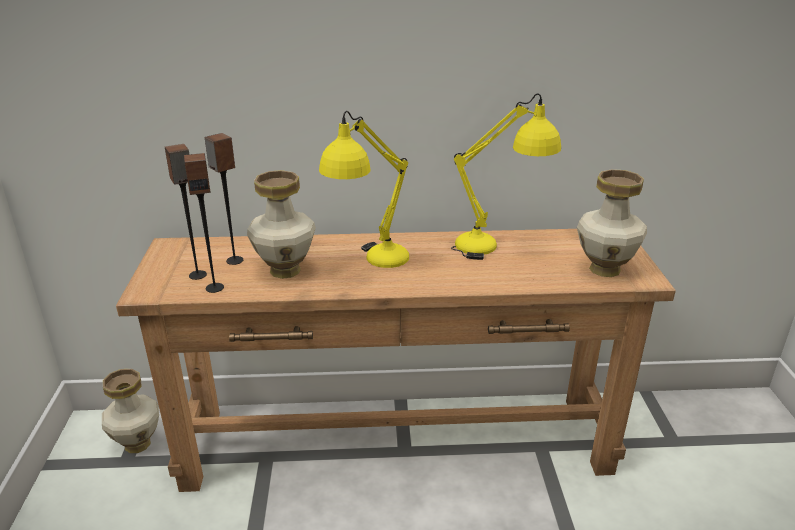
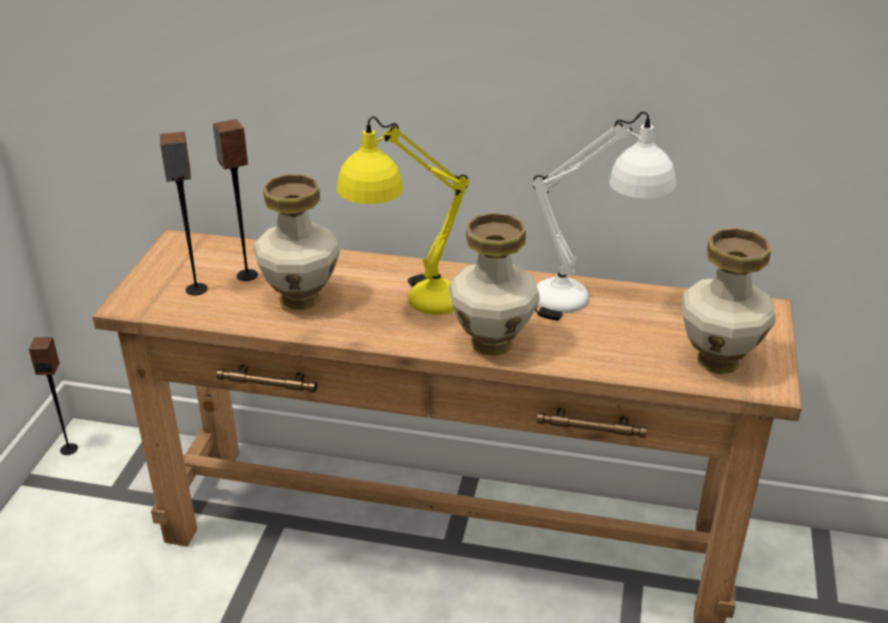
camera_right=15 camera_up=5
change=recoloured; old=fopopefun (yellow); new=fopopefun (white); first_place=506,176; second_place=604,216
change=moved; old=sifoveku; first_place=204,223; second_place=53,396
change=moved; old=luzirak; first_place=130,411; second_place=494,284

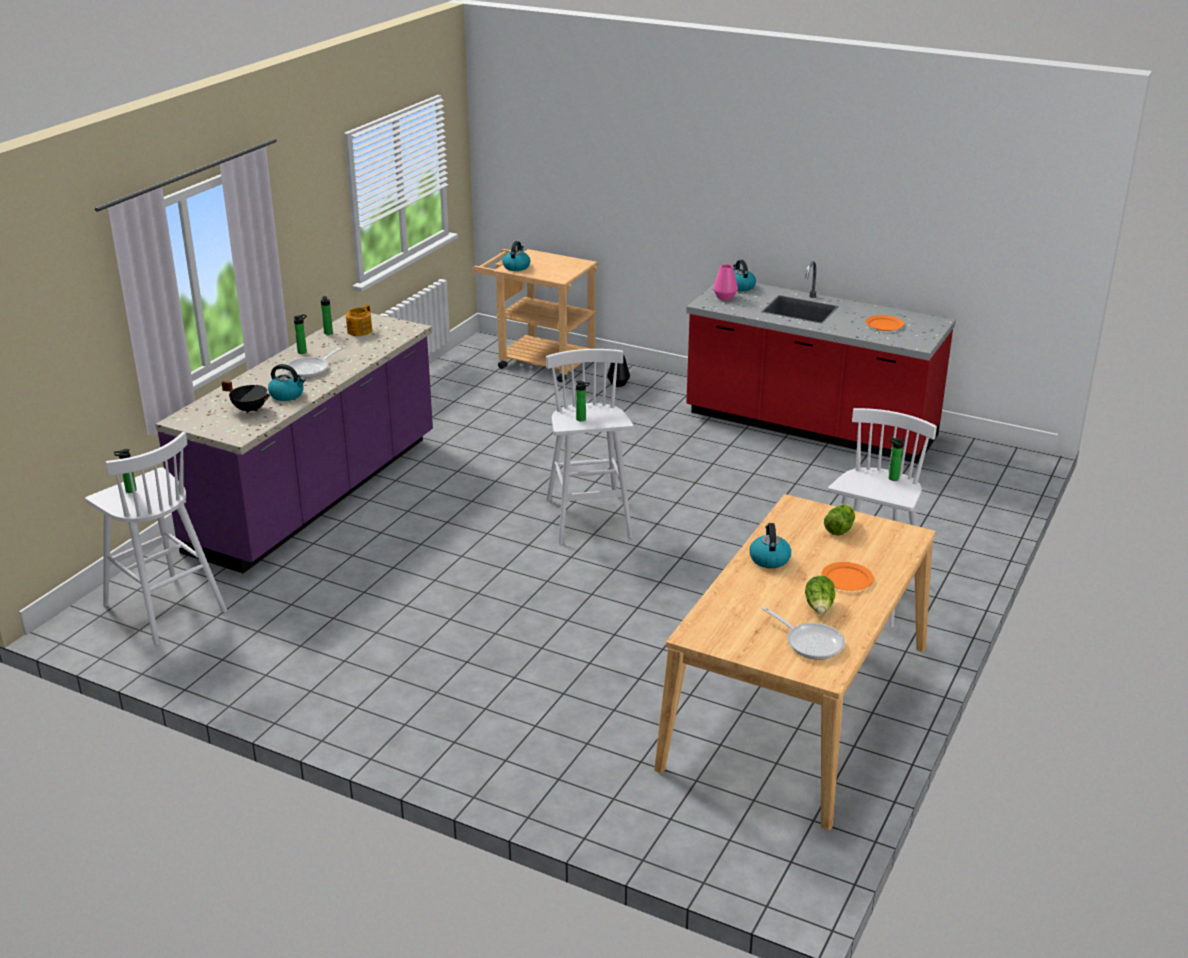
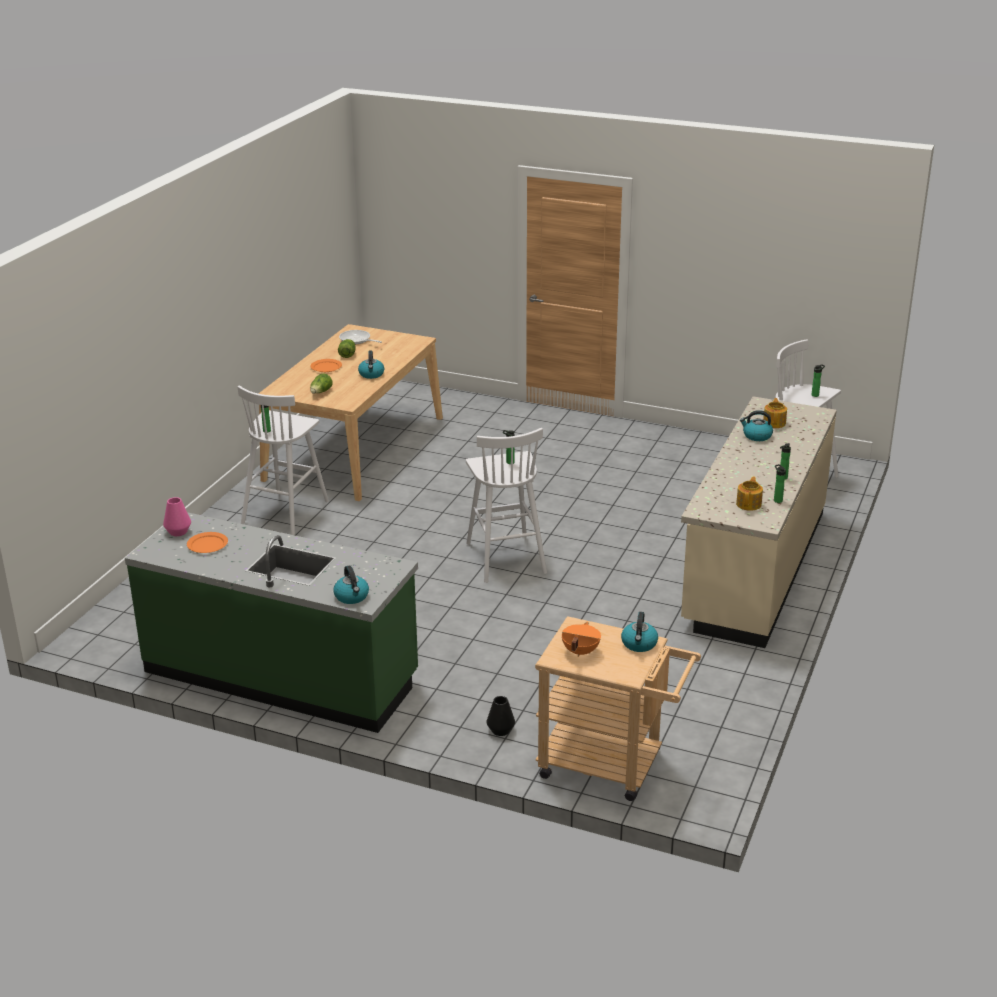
camera_right=175 camera_up=0
change=recoloured; old=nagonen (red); new=nagonen (green); first_place=821,362; second_place=271,622
change=moved; old=luzirak (pink); first_place=725,282; second_place=177,516
change=recoloured; old=nagonen (purple); new=nagonen (beige); first_place=294,443; second_place=759,522
change=removed; old=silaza; first_place=316,362
change=replaced; old=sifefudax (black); new=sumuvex; first_place=245,397; second_place=775,413
change=added; new=sifefudax (orange); second_place=581,639

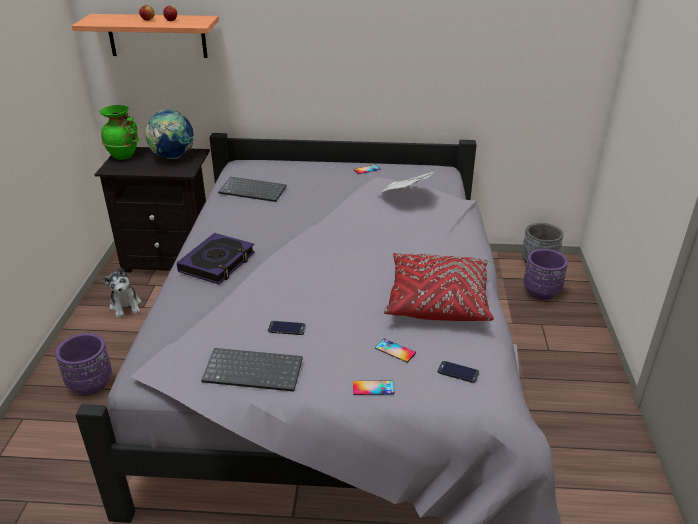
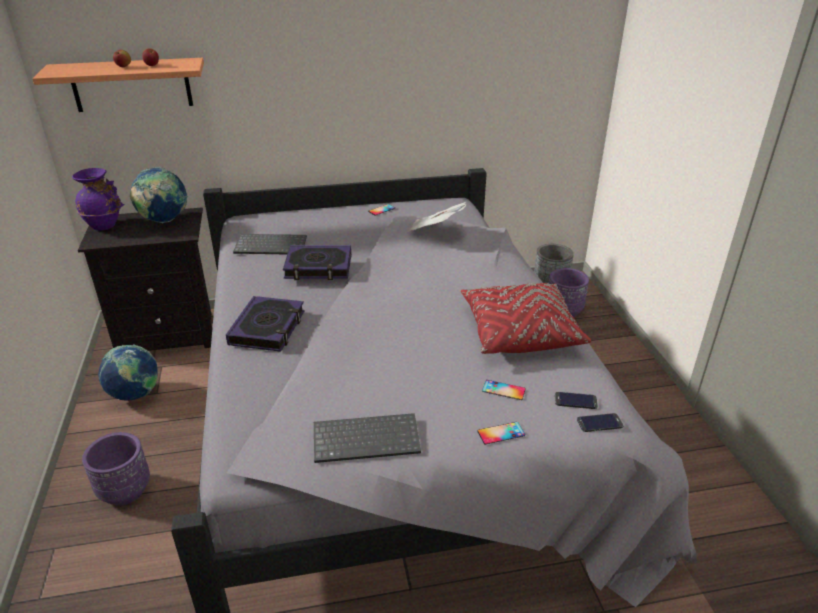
camera_right=-15 camera_up=0
change=recoloured; old=luzirak (green); new=luzirak (purple); first_place=120,132; second_place=98,199
change=replaced; old=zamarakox; new=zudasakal; first_place=121,292; second_place=127,372
change=moved; old=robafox; first_place=287,328; second_place=600,422
change=added; new=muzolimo; second_place=317,262

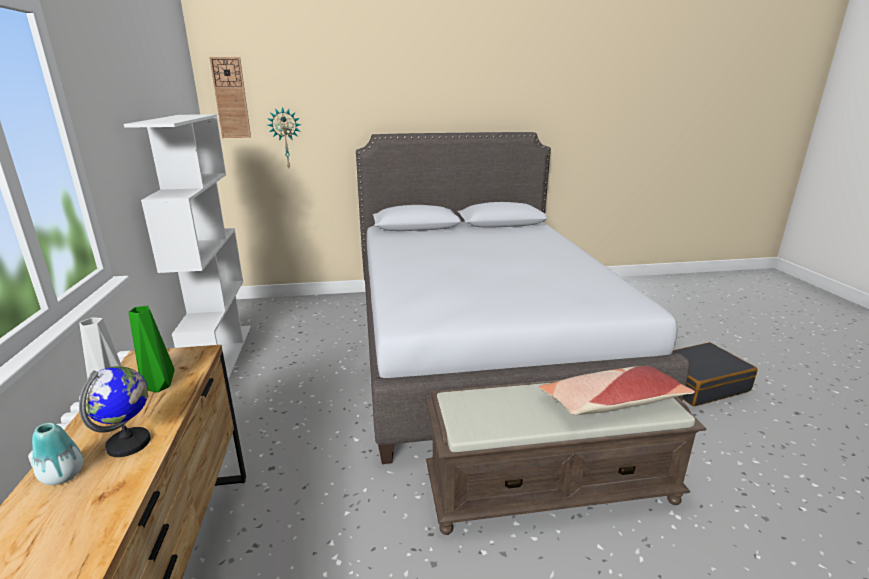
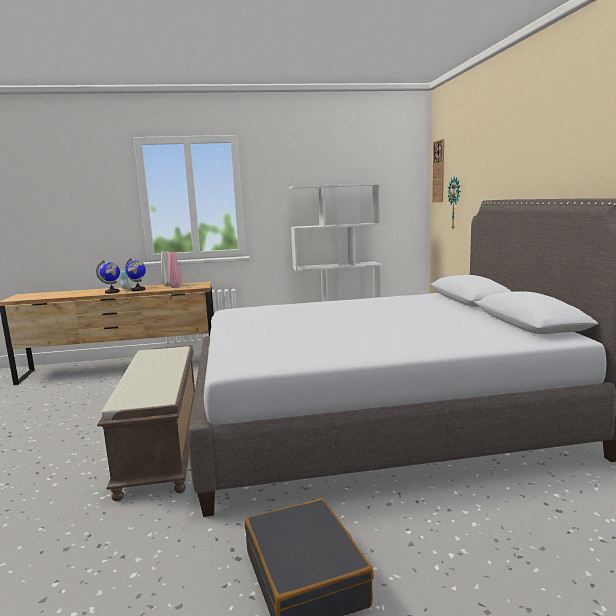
camera_right=90 camera_up=-10
change=recoloured; old=luzirak (green); new=luzirak (pink); first_place=152,349; second_place=175,270
change=removed; old=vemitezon; first_place=617,390
change=added; new=zudasakal; second_place=108,277

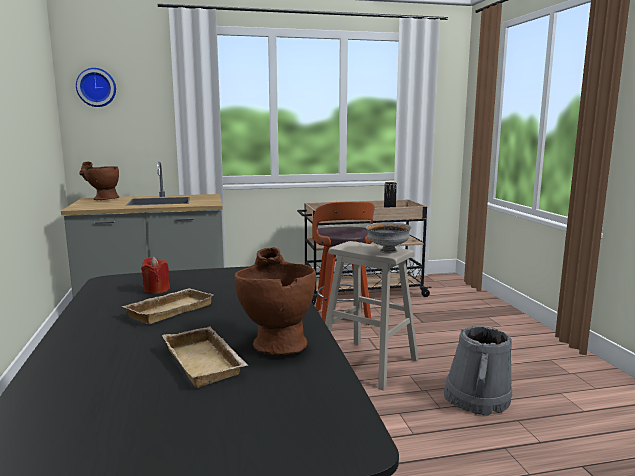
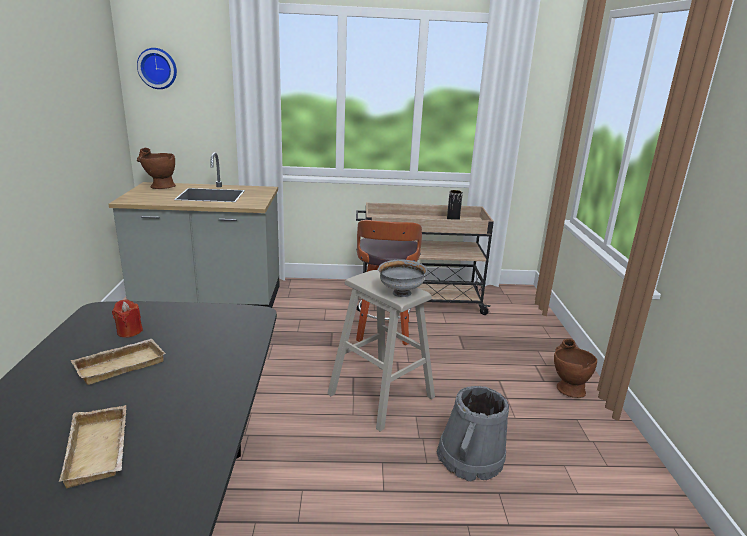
camera_right=10 camera_up=10
change=moved; old=luzirak (brown); first_place=275,301; second_place=575,368

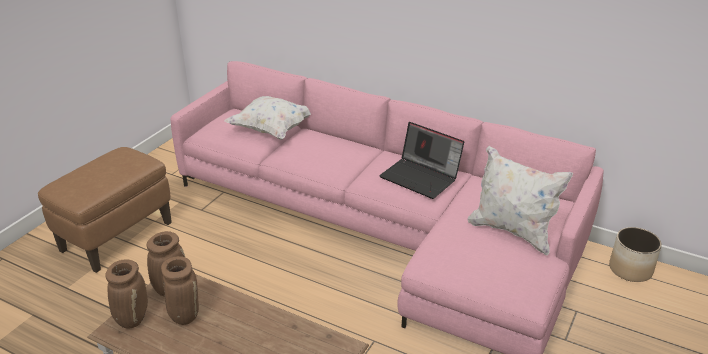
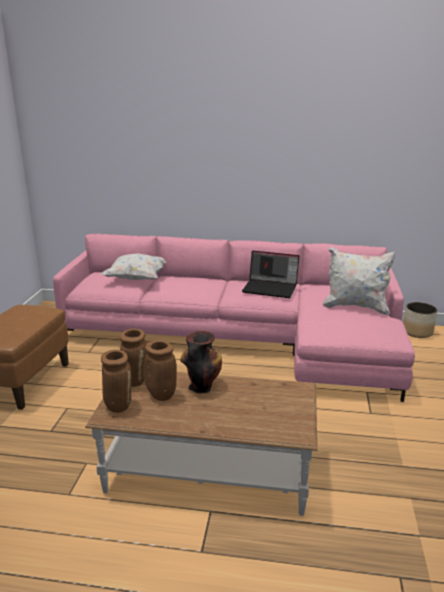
camera_right=-20 camera_up=-10
change=added; new=luzirak; second_place=201,362

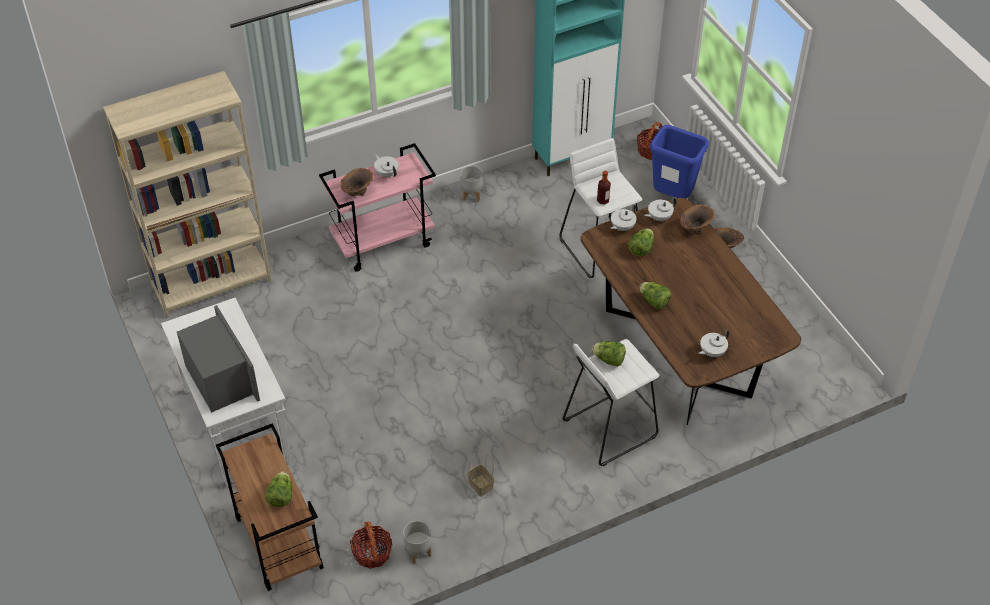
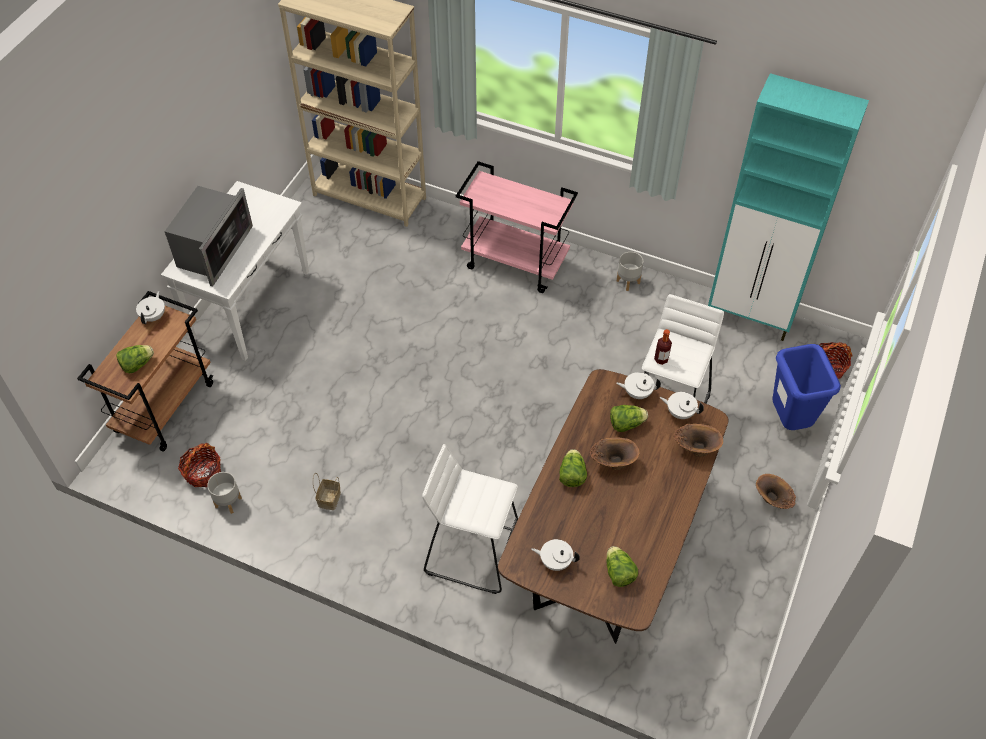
camera_right=50 camera_up=5
change=moved; old=sumuvex (white); first_place=386,165; second_place=150,307
change=moved; old=luzirak (brown); first_place=356,182; second_place=614,453
change=moved; old=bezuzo; first_place=609,354; second_place=622,566

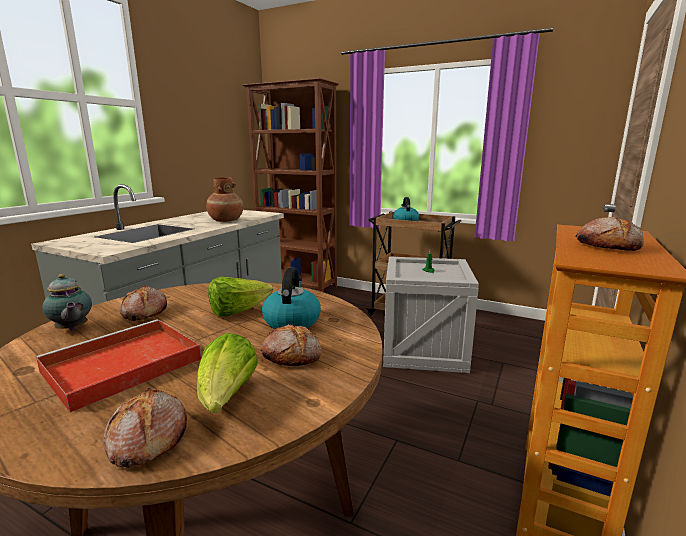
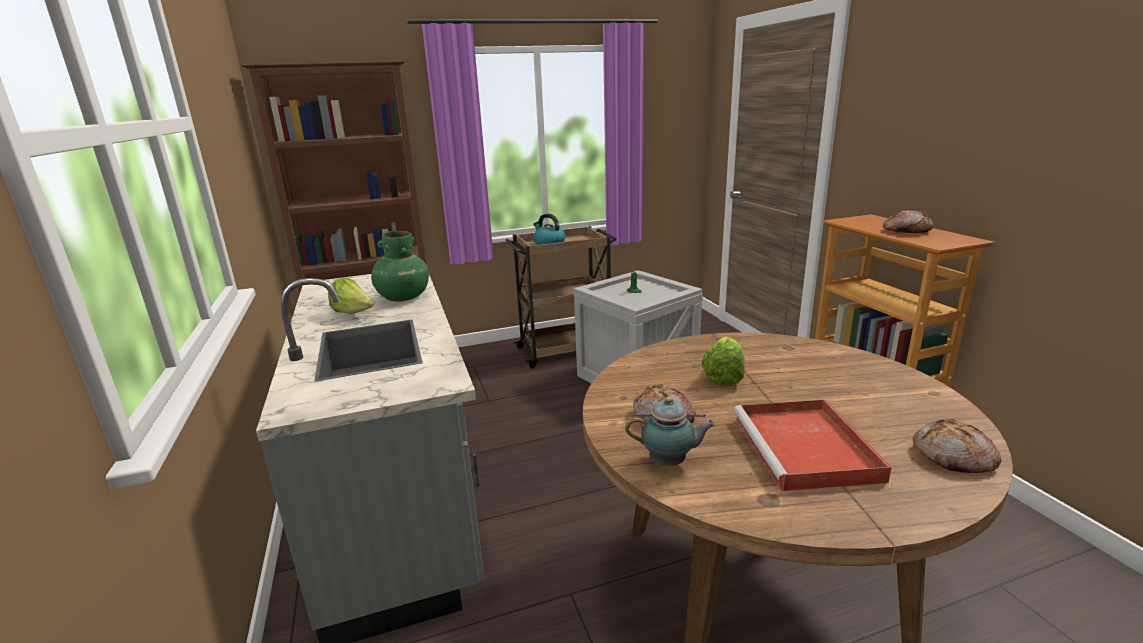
camera_right=-45 camera_up=5
change=recoloured; old=luzirak (brown); new=luzirak (green); first_place=224,199; second_place=400,266
change=removed; old=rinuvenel; first_place=291,298
change=removed; old=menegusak; first_place=290,345
change=moved; old=bezuzo; first_place=227,373; second_place=351,296

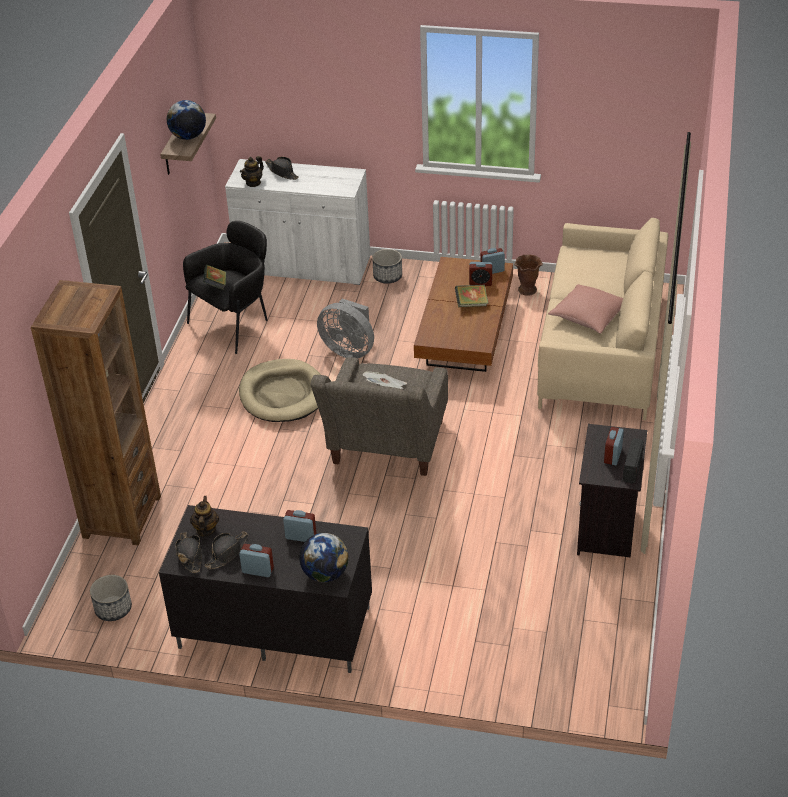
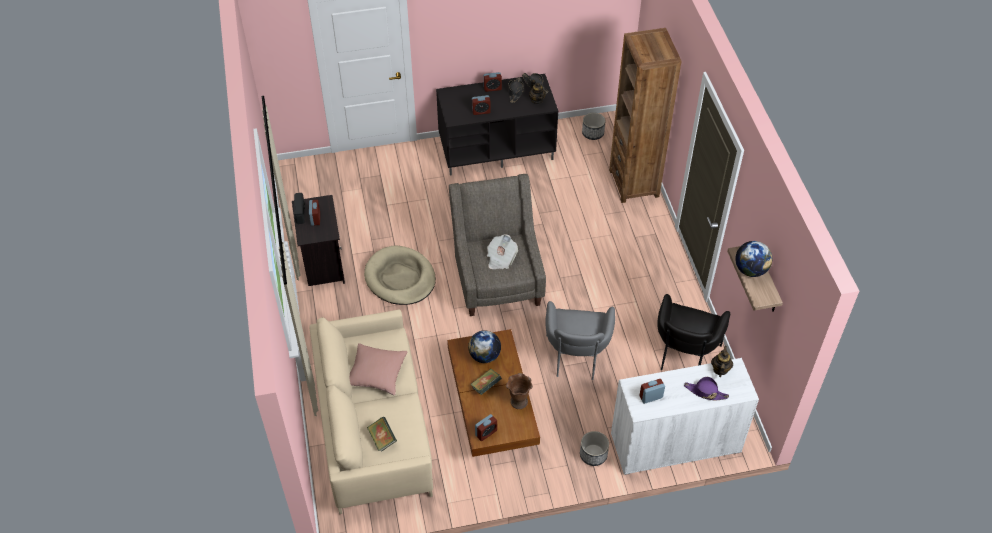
camera_right=155 camera_up=10
change=recoloured; old=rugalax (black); new=rugalax (purple); first_place=282,168; second_place=706,388
change=moved; old=luzirak (brown); first_place=528,275; second_place=519,391
change=moved; old=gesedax; first_place=480,274; second_place=652,391
change=moved; old=muzolimo; first_place=214,277; second_place=382,434
change=replaced; old=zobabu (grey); new=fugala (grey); first_place=345,328; second_place=580,340
change=moved; old=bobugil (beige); first_place=280,390; second_place=400,275
change=moved; old=zudasakal; first_place=324,557; second_place=484,346

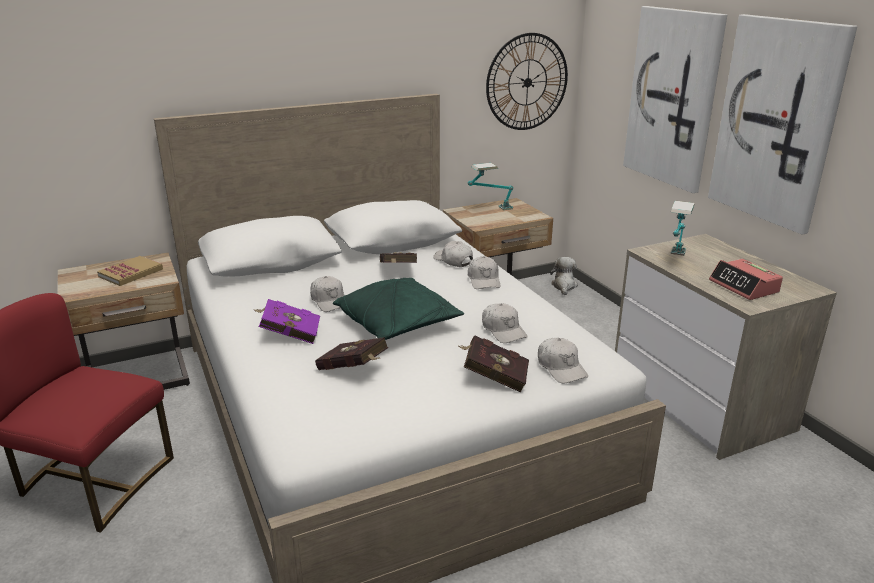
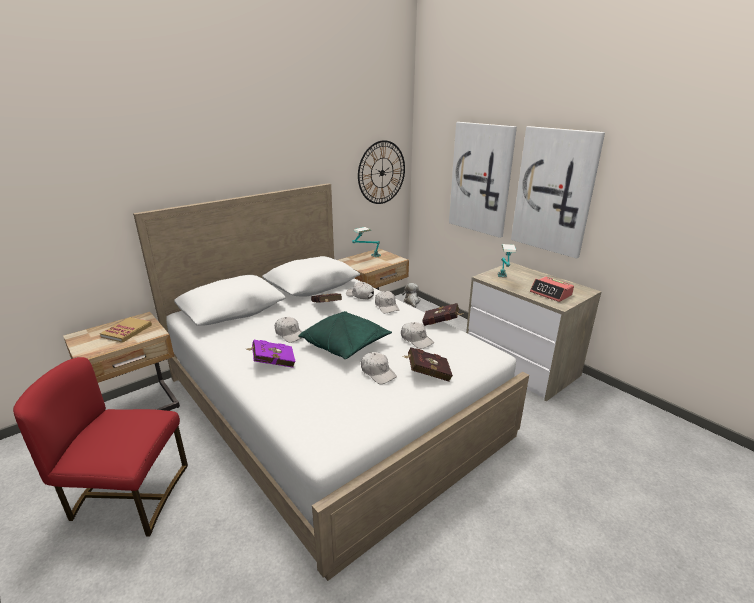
camera_right=-15 camera_up=0
change=moved; old=muzolimo (red); first_place=351,353; second_place=443,314
change=moved; old=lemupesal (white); first_place=563,360; second_place=379,368

